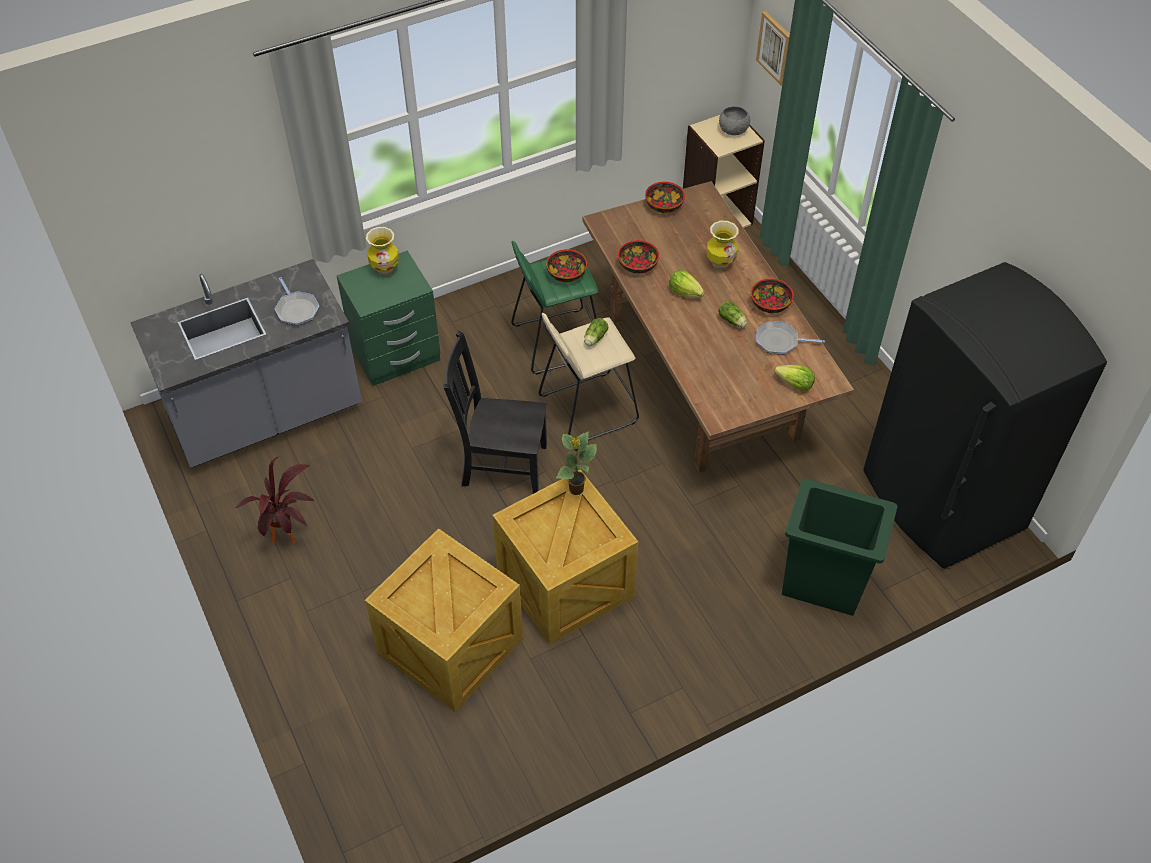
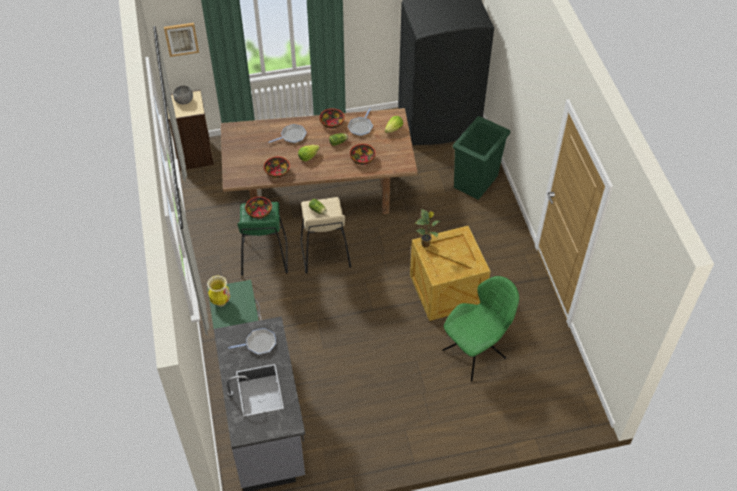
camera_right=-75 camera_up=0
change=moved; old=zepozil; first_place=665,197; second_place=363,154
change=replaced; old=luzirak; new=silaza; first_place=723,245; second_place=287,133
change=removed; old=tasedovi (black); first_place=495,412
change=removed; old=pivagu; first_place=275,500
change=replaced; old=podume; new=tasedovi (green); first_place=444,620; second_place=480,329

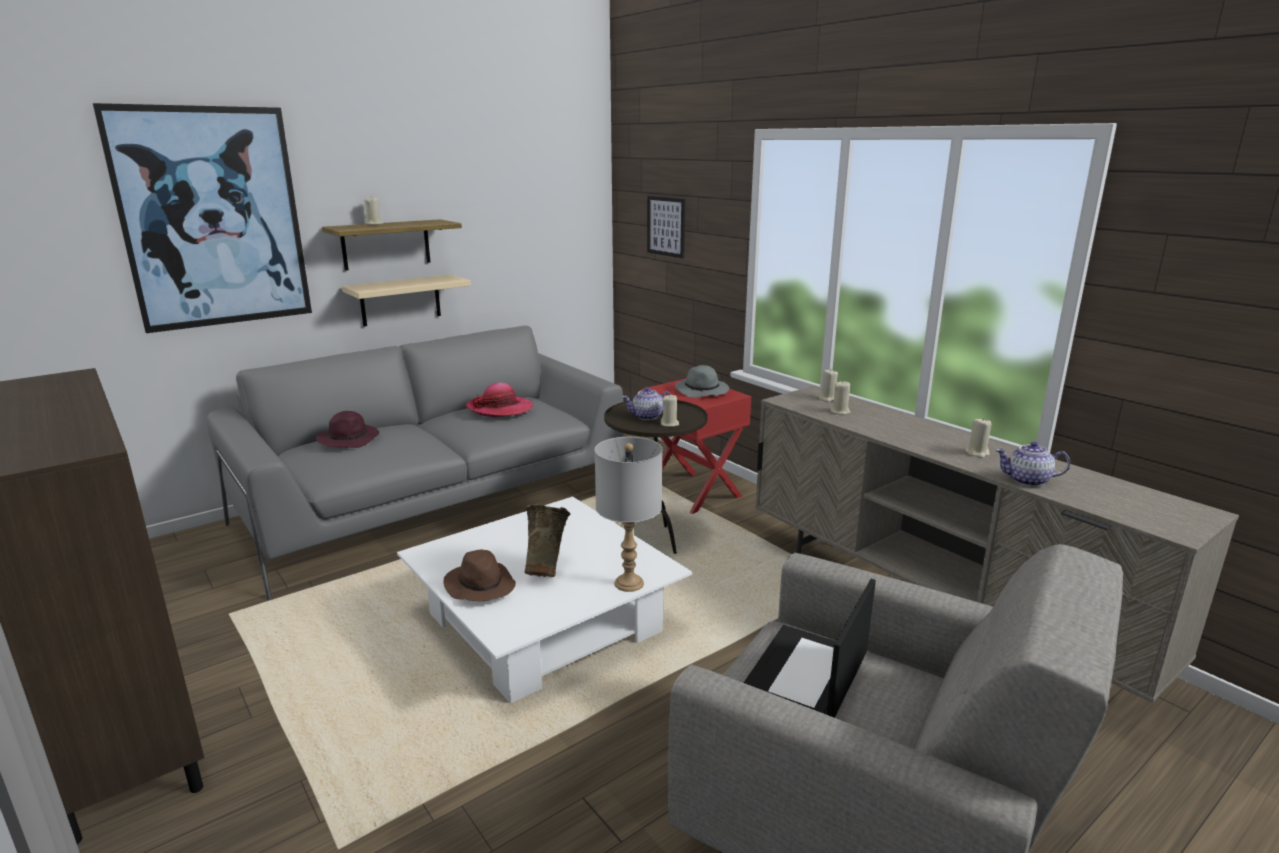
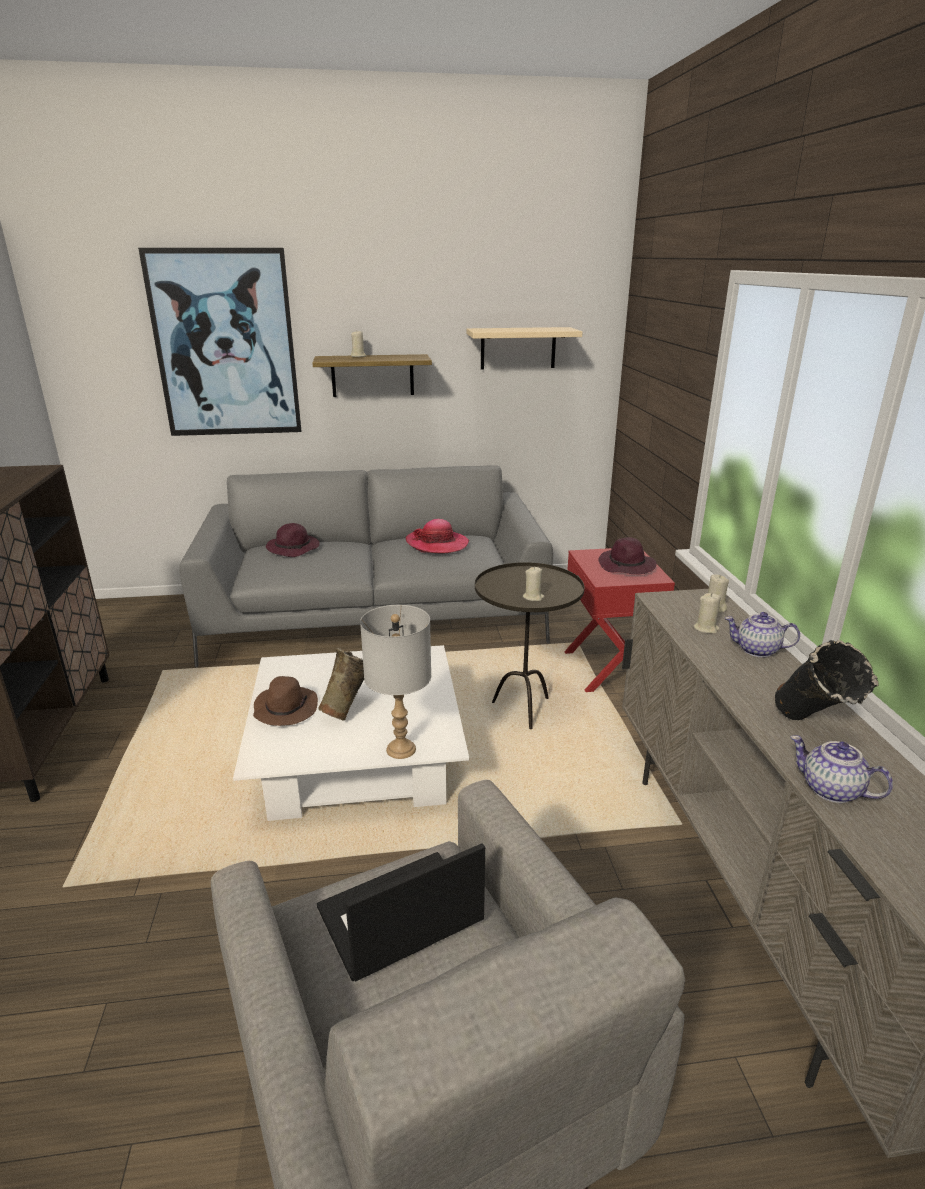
camera_right=30 camera_up=5
change=removed; old=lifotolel; first_place=666,227
change=moved; old=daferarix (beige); first_place=406,300; second_place=524,348
change=recoloured; old=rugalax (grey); new=rugalax (purple); first_place=702,381; second_place=628,555
change=moved; old=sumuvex; first_place=646,403; second_place=762,634
change=replaced; old=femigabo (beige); new=luzirak (black); first_place=978,438; second_place=827,680

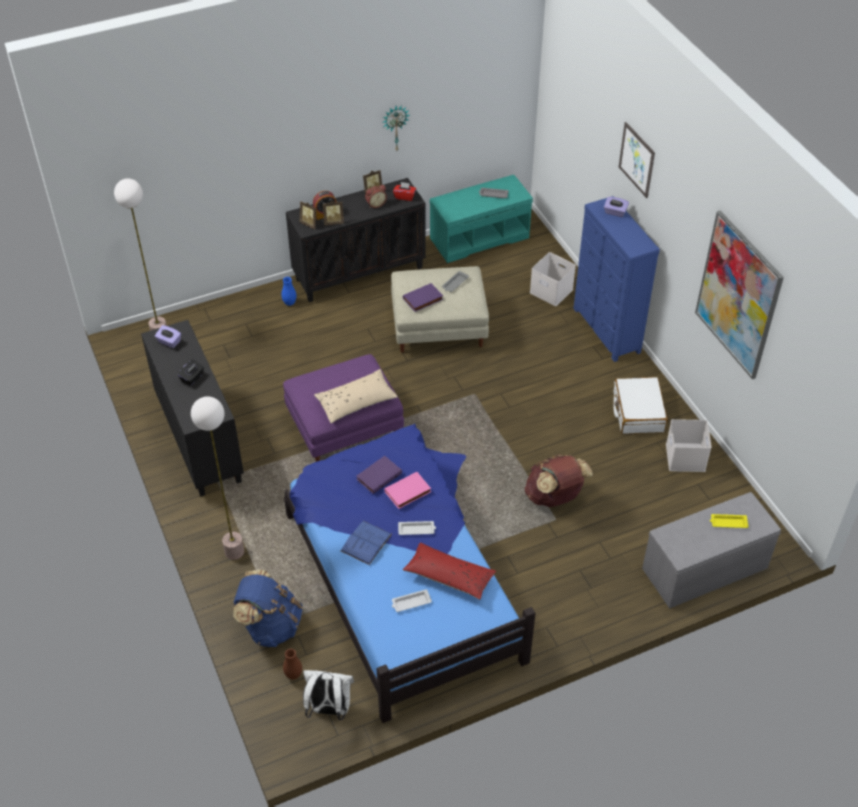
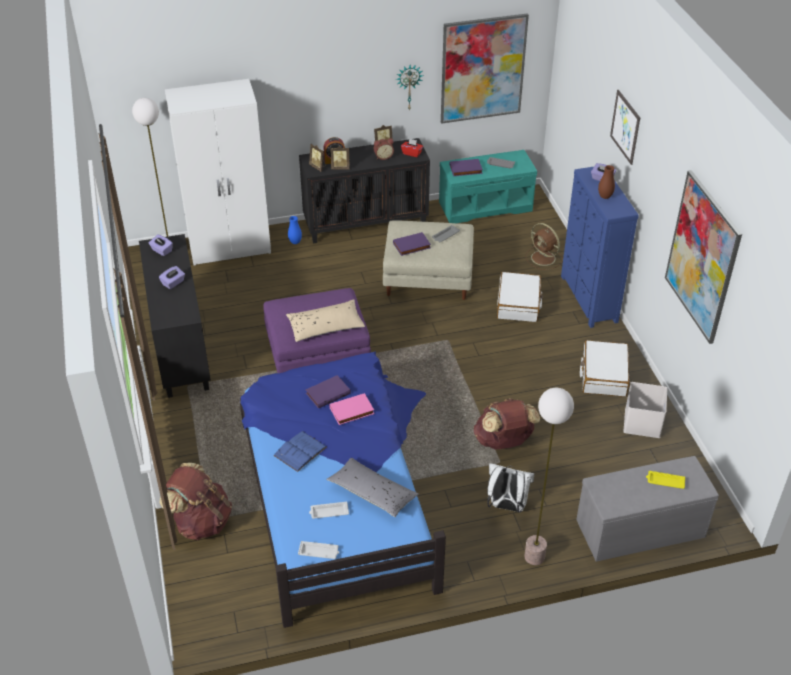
camera_right=10 camera_up=-5
change=replaced; old=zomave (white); new=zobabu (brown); first_place=553,279; second_place=544,246
change=recoloured; old=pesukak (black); new=pesukak (purple); first_place=191,372; second_place=172,277
change=moved; old=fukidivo; first_place=217,478; second_place=549,476
change=moved; old=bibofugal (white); first_place=417,528; second_place=318,550
change=recoloured; old=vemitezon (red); new=vemitezon (grey); first_place=449,571; second_place=372,487
change=recoloured; old=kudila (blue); new=kudila (brown); first_place=268,608; second_place=196,501
change=moved; old=luzirak (brown); first_place=292,664; second_place=606,182
change=moved; old=kudila (white); first_place=328,695; second_place=510,488
change=added; new=lifotolel; second_place=485,68
change=added; new=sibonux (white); second_place=218,172
change=added; new=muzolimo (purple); second_place=466,167
change=added; new=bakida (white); second_place=520,297

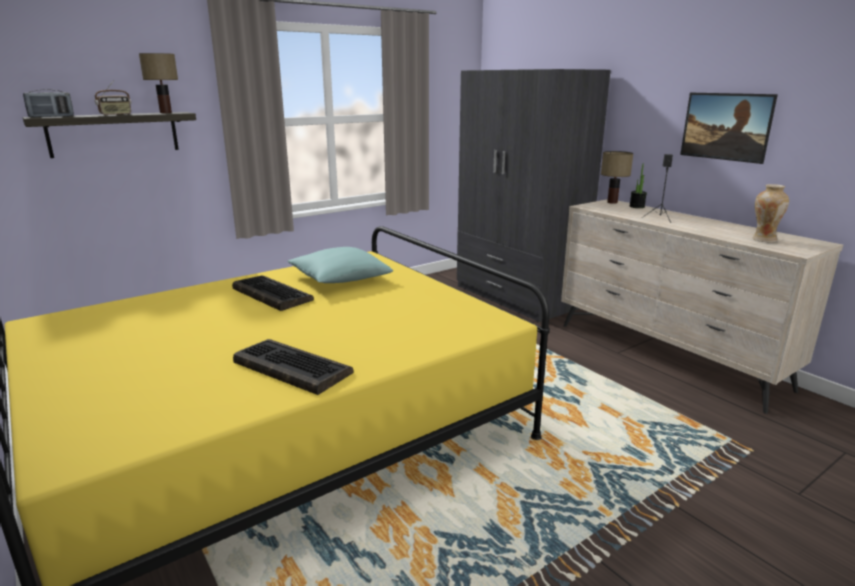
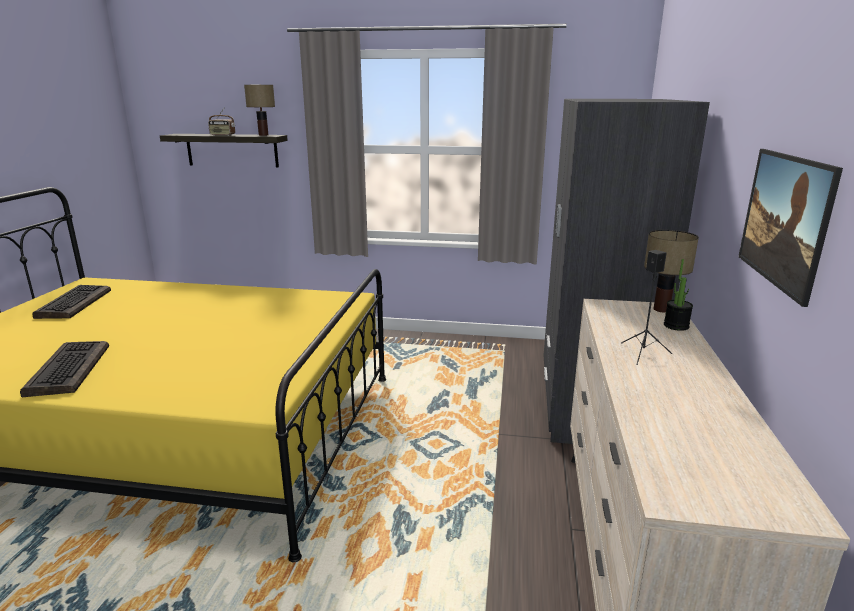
camera_right=45 camera_up=0
change=removed; old=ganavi; first_place=48,103
change=removed; old=luzirak; first_place=770,213
change=removed; old=vemitezon (turquoise); first_place=340,265
change=moved; old=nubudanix; first_place=273,293; second_place=71,302

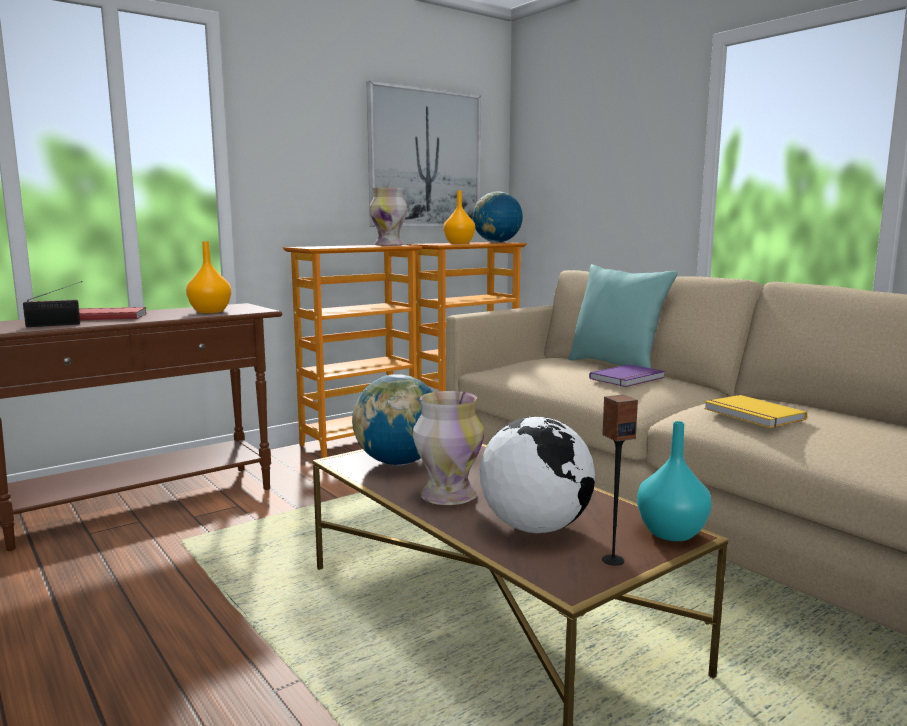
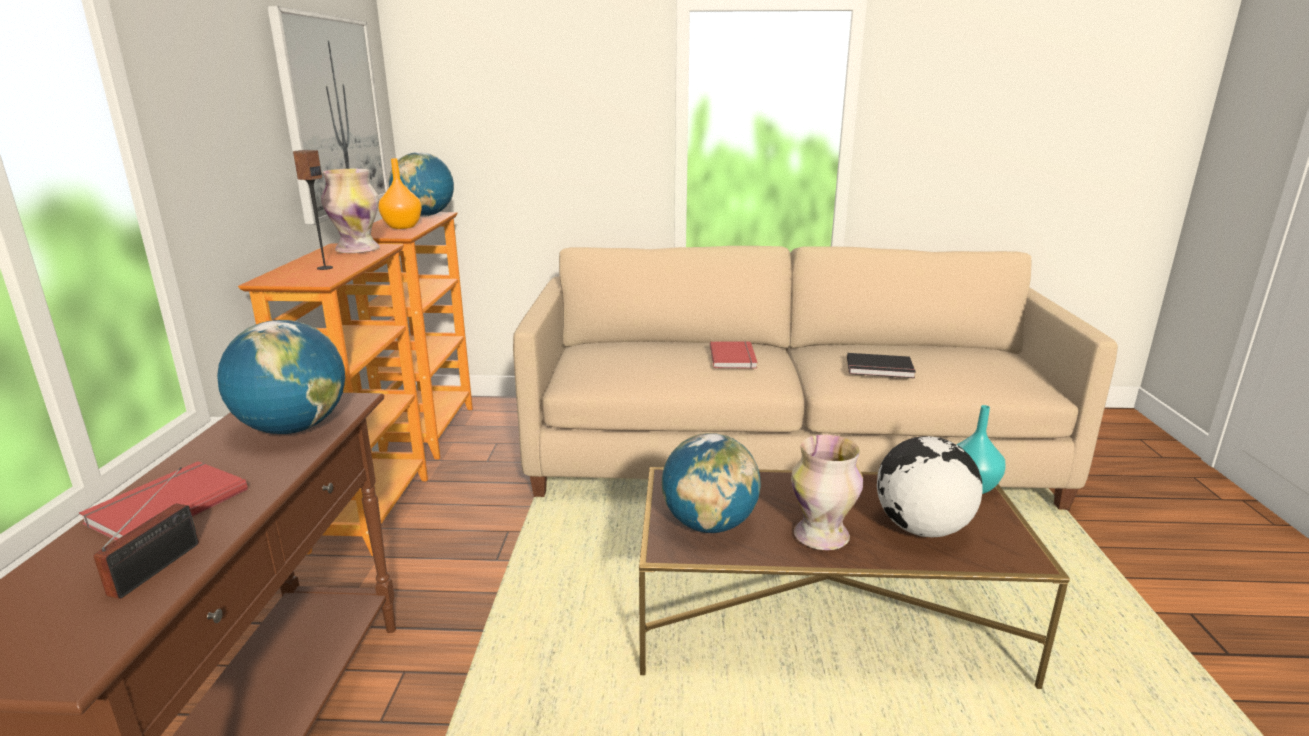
camera_right=-50 camera_up=10
change=replaced; old=luzirak (orange); new=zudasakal; first_place=208,277; second_place=281,377
change=removed; old=vemitezon (turquoise); first_place=623,316
change=recoloured; old=muzolimo (purple); new=muzolimo (red); first_place=627,375; second_place=733,355
change=moved; old=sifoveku; first_place=620,480; second_place=313,210
change=recoloured; old=muzolimo (yellow); new=muzolimo (black); first_place=755,411; second_place=881,365

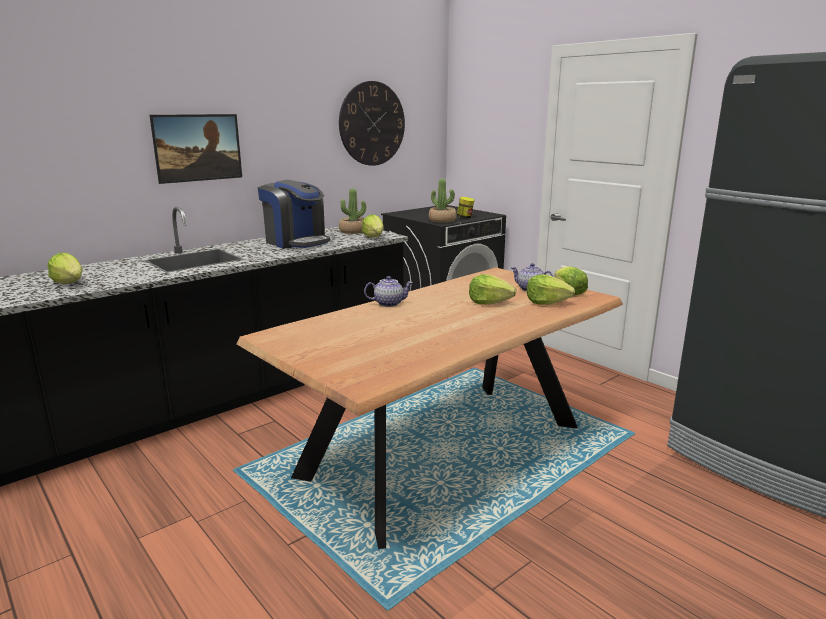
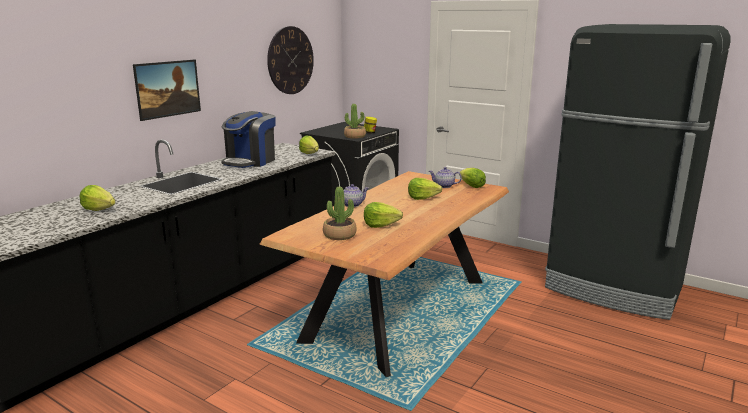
camera_right=-15 camera_up=0
change=turned; old=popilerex; first_place=294,214; second_place=248,139; degrees=90
change=moved; old=pivagu; first_place=352,211; second_place=340,213
change=moved; old=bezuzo; first_place=551,289; second_place=383,215

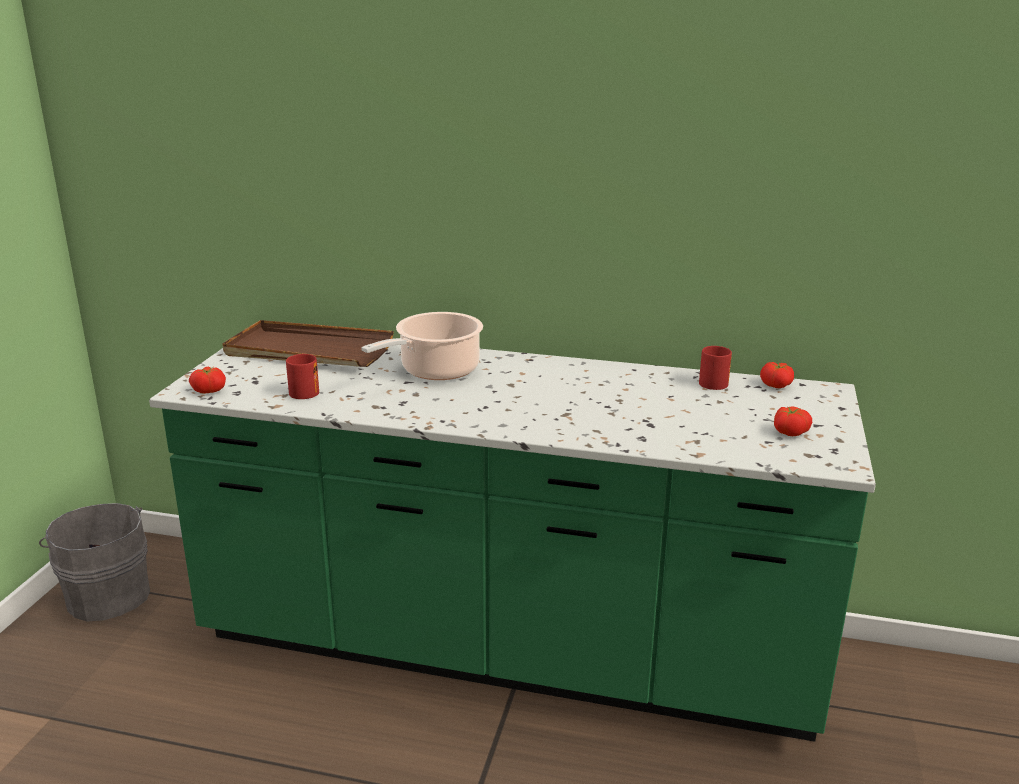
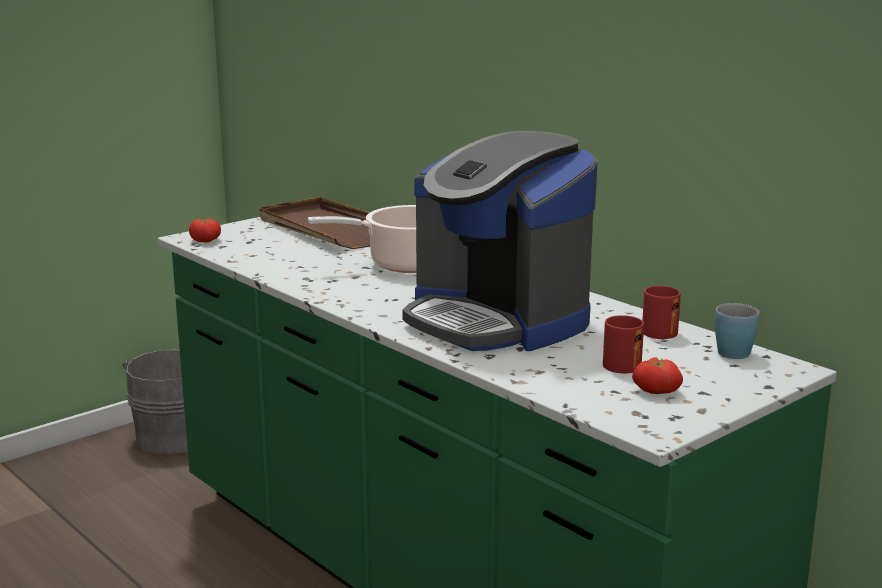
camera_right=35 camera_up=-5
change=moved; old=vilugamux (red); first_place=302,376; second_place=623,344
change=replaced; old=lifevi; new=vilugamux (blue); first_place=777,375; second_place=737,331
change=added; new=popilerex; second_place=499,241

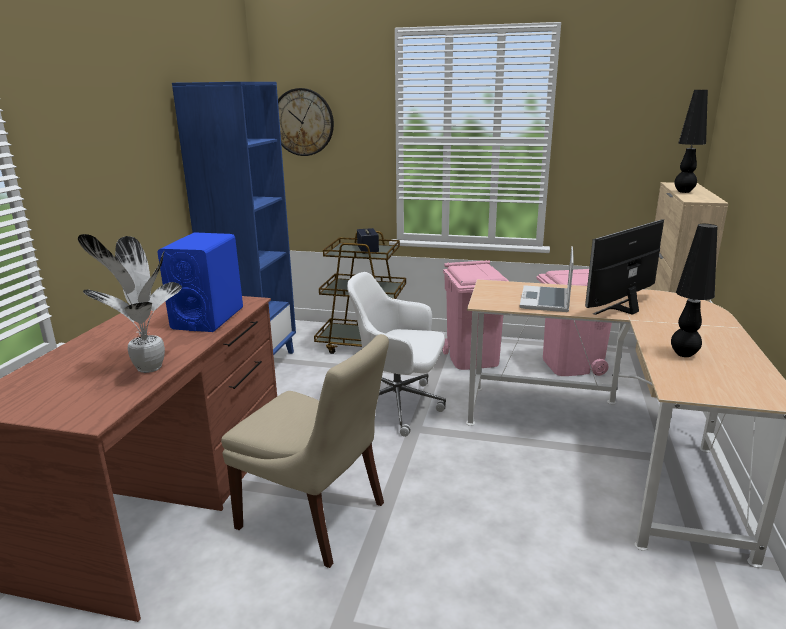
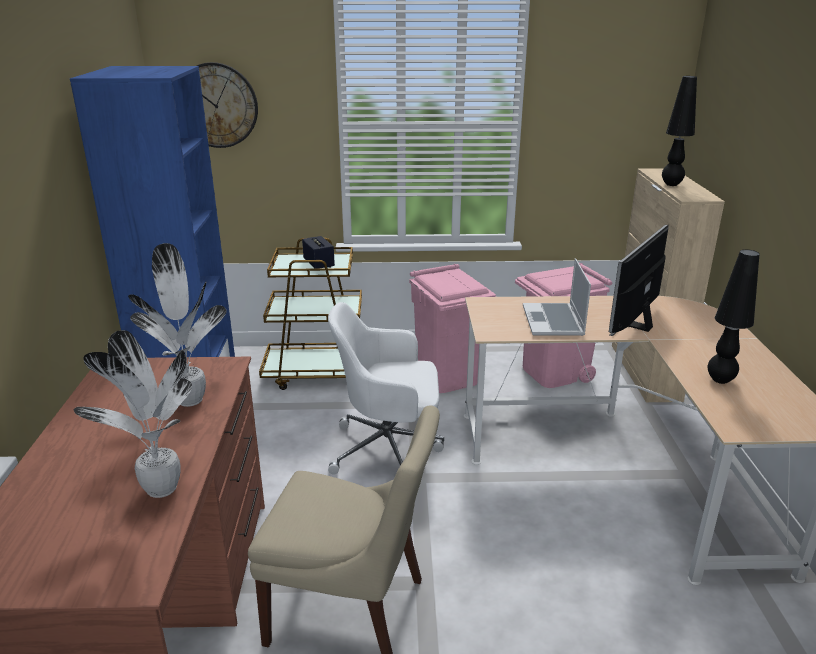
camera_right=-15 camera_up=5
change=replaced; old=sifoveku (blue); new=pivagu; first_place=200,282; second_place=177,325

